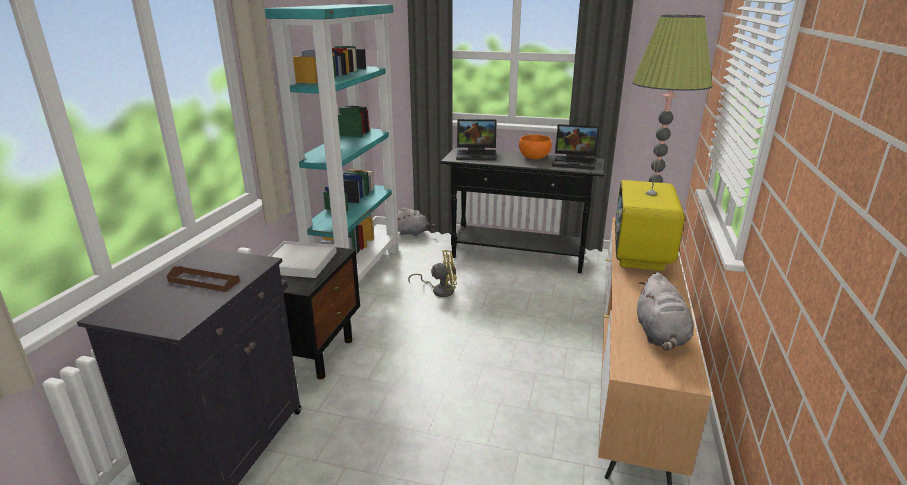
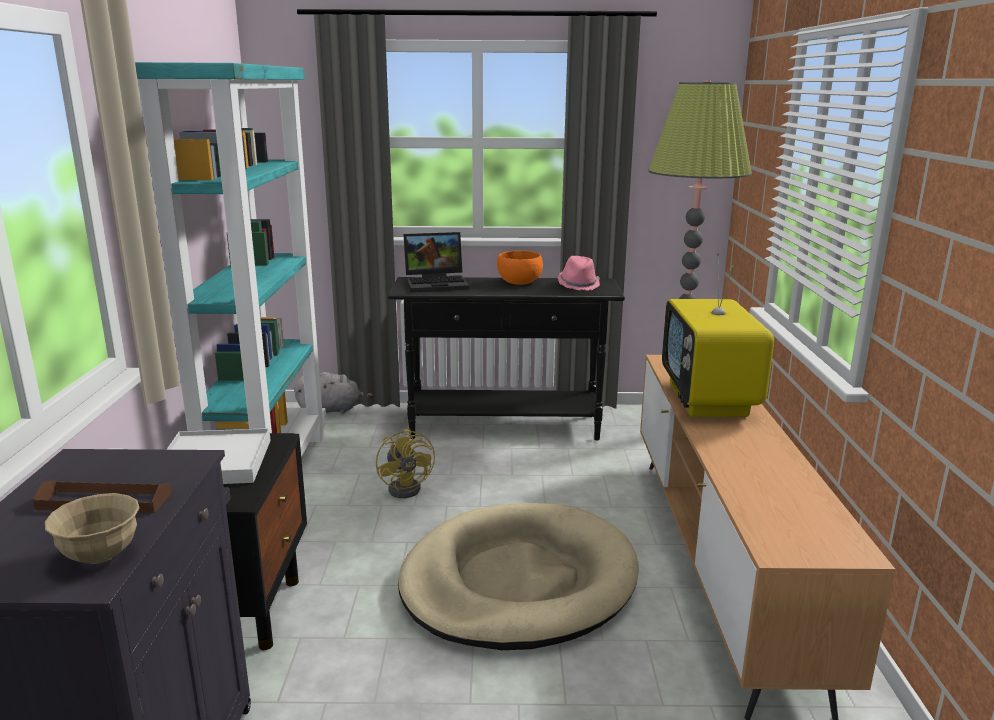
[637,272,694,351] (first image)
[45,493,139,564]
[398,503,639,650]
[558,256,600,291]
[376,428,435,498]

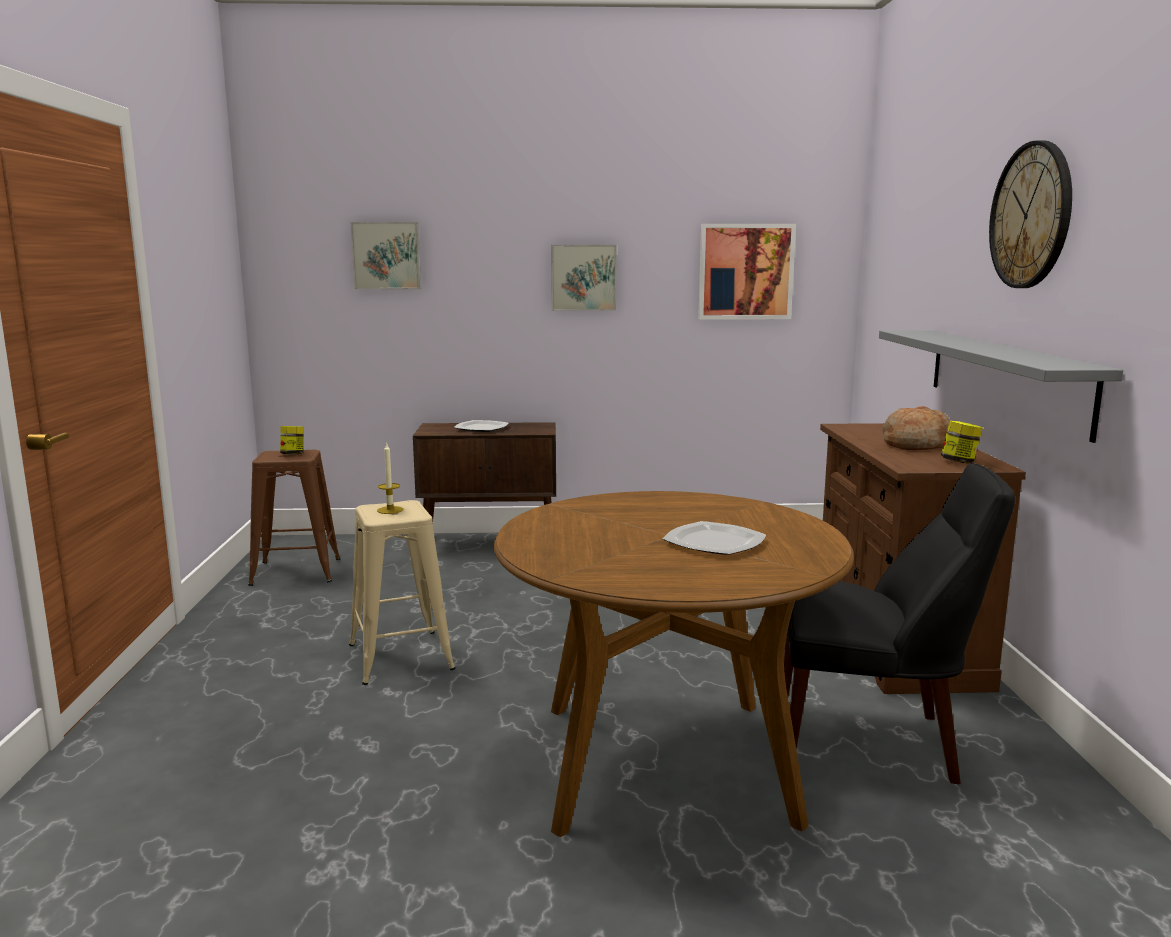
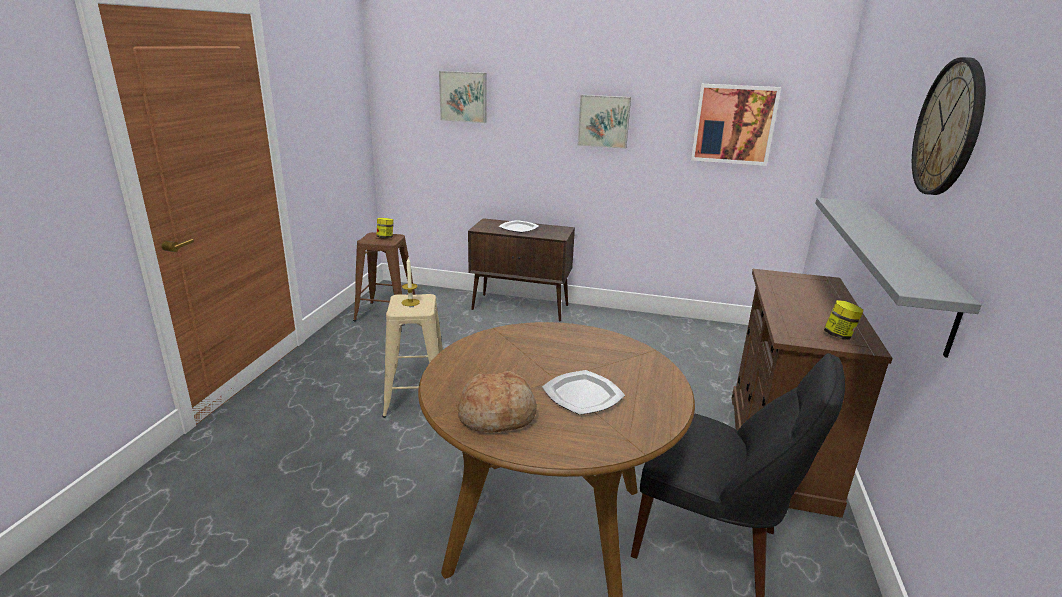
[457,371,537,433]

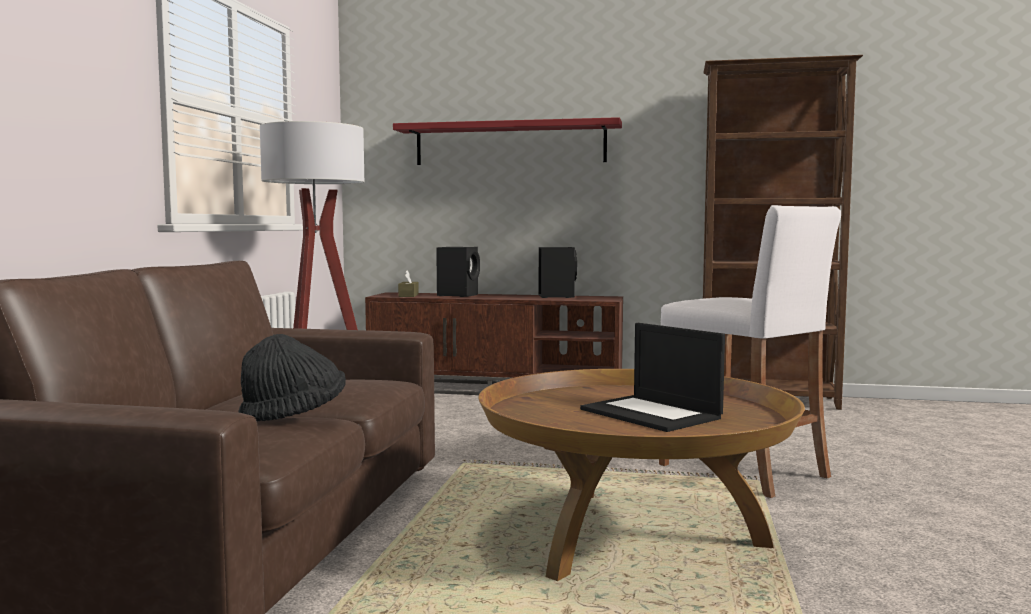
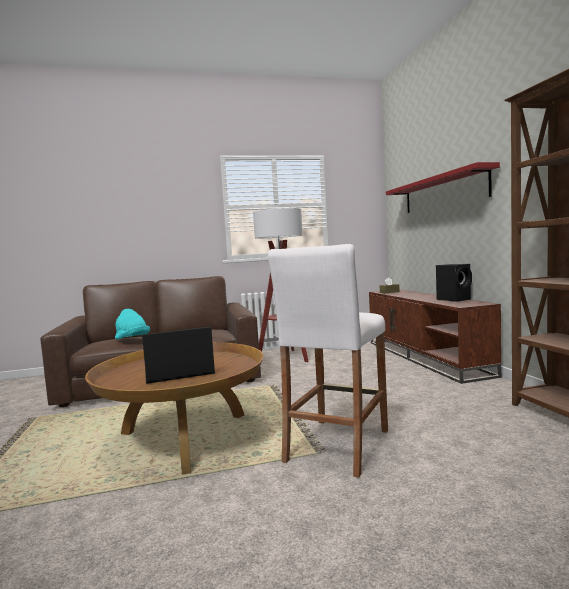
[436,247,480,297] (first image)
[115,309,150,340]
[142,327,215,384]

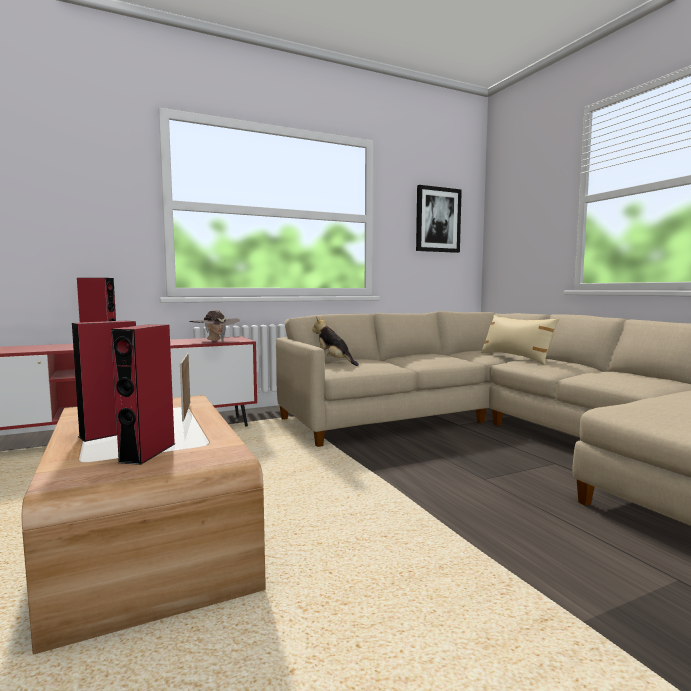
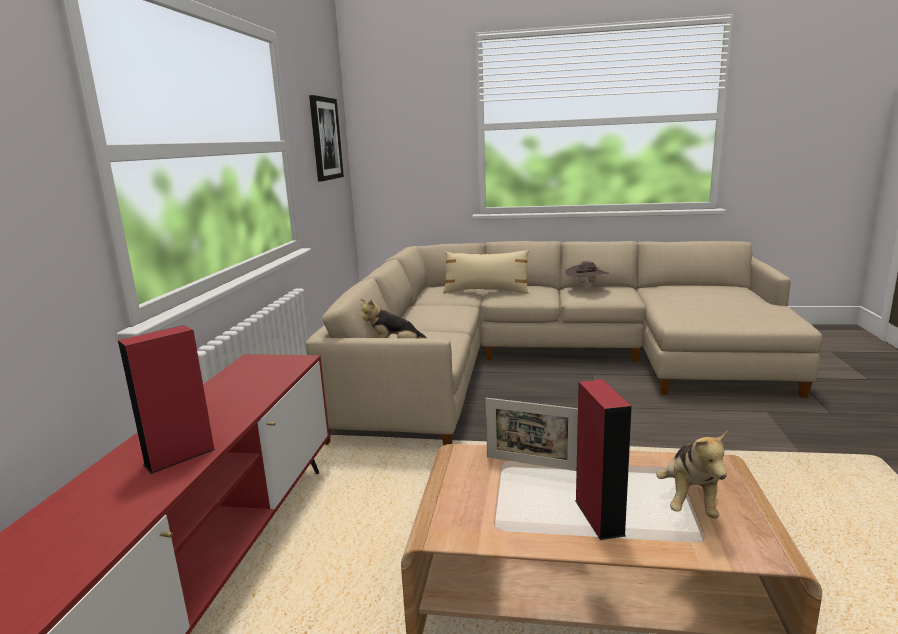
[565,261,609,289]
[656,431,727,518]

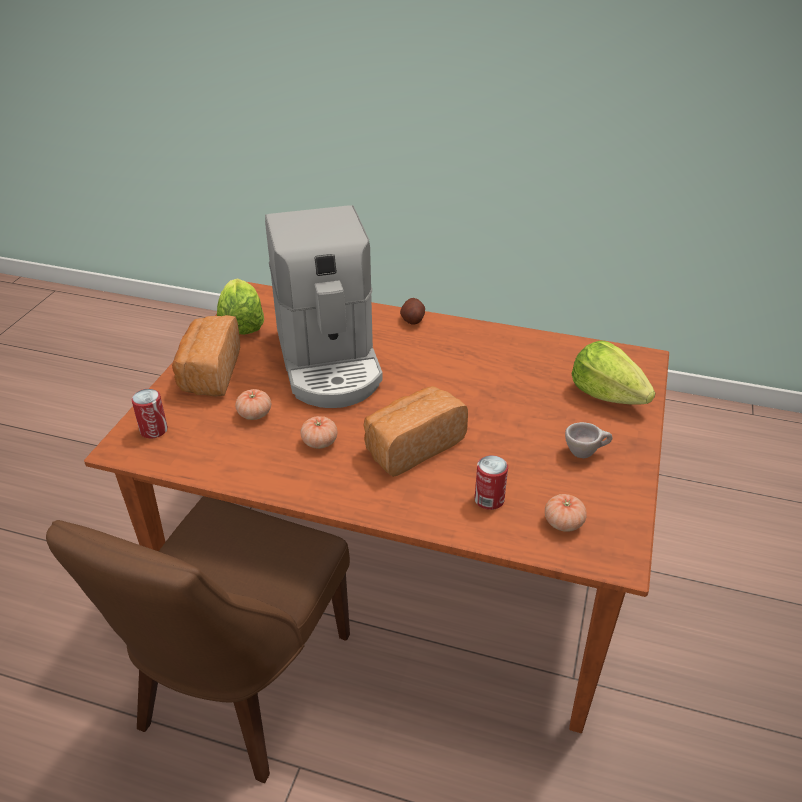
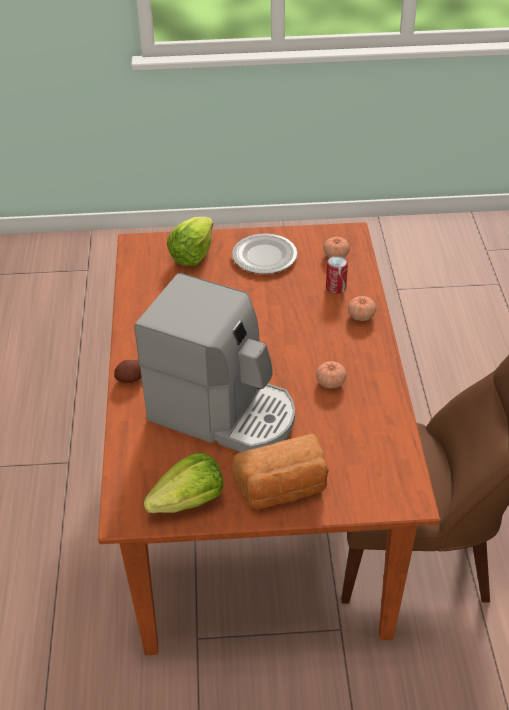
[131,389,168,438] (first image)
[363,386,468,477] (first image)
[348,296,376,321]
[232,233,298,274]
[135,273,295,452]

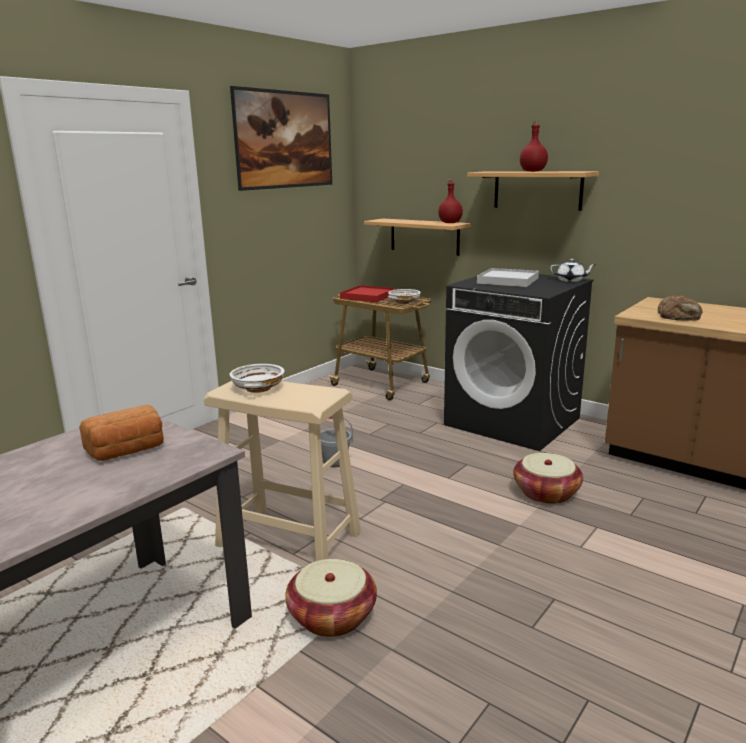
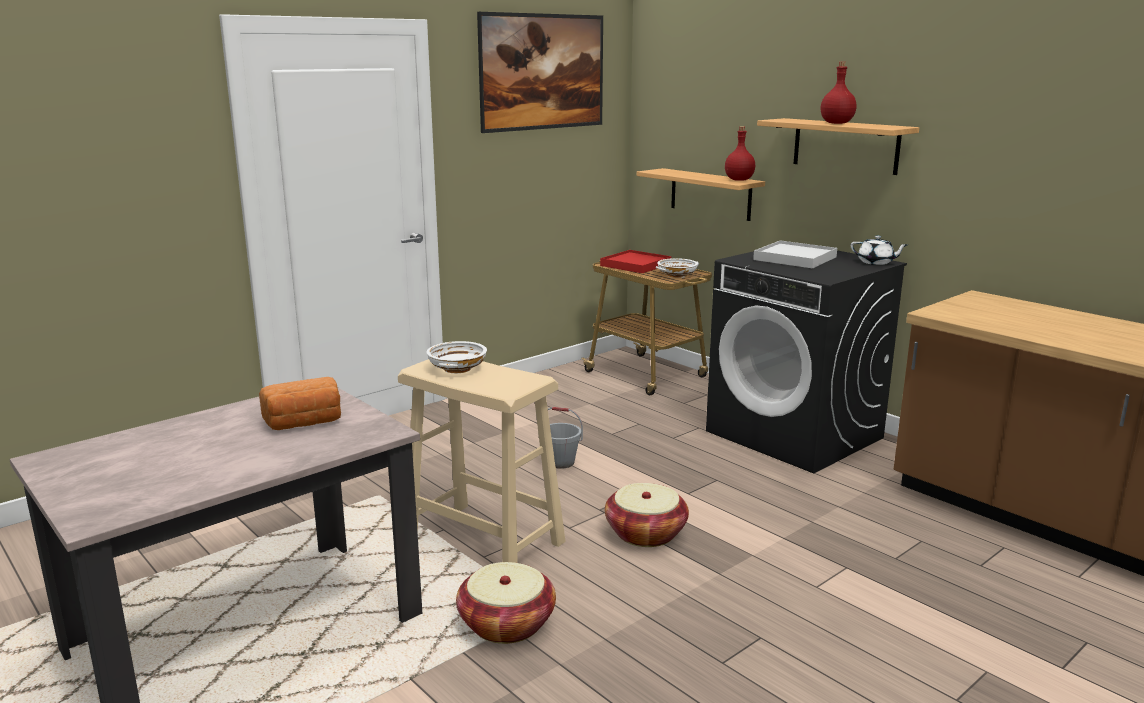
[658,294,703,321] (first image)
[605,483,689,547]

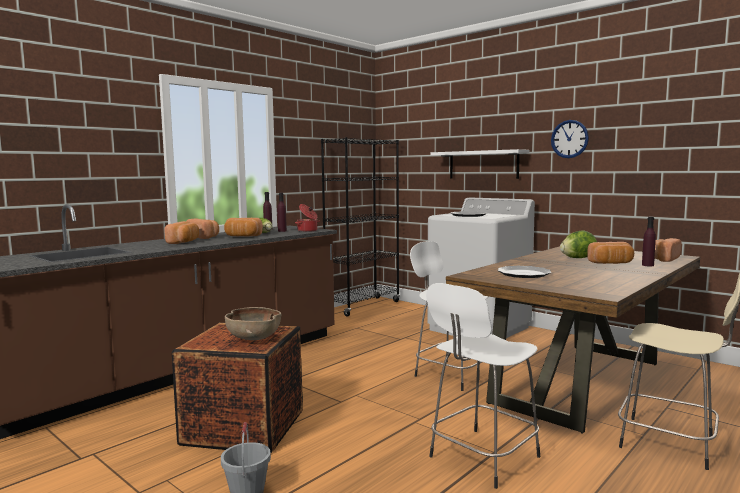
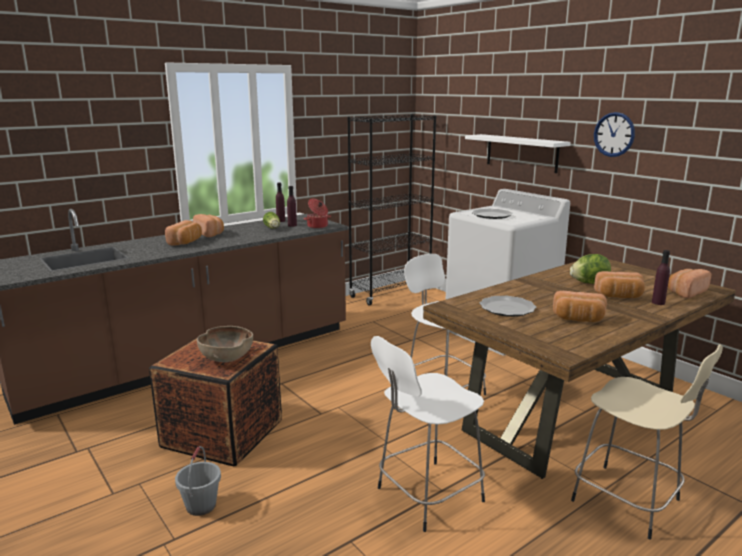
[553,291,607,322]

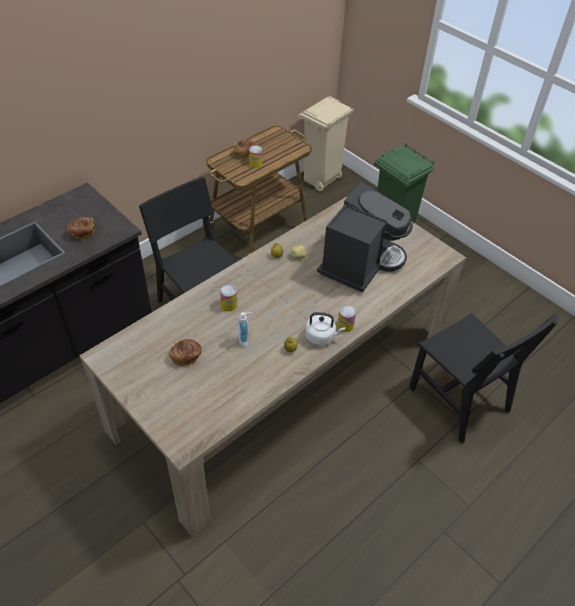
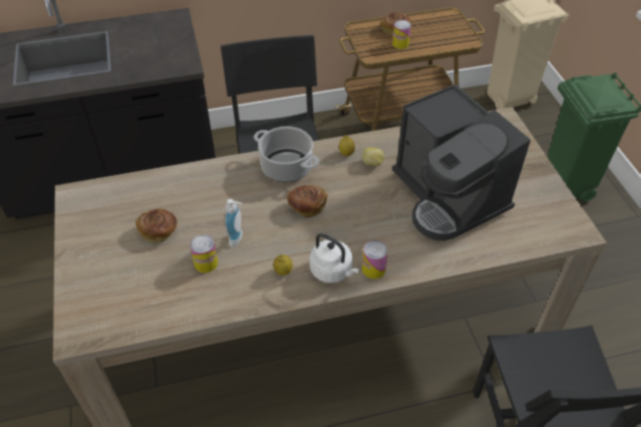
[254,127,319,182]
[287,185,328,218]
[190,234,218,273]
[392,84,531,241]

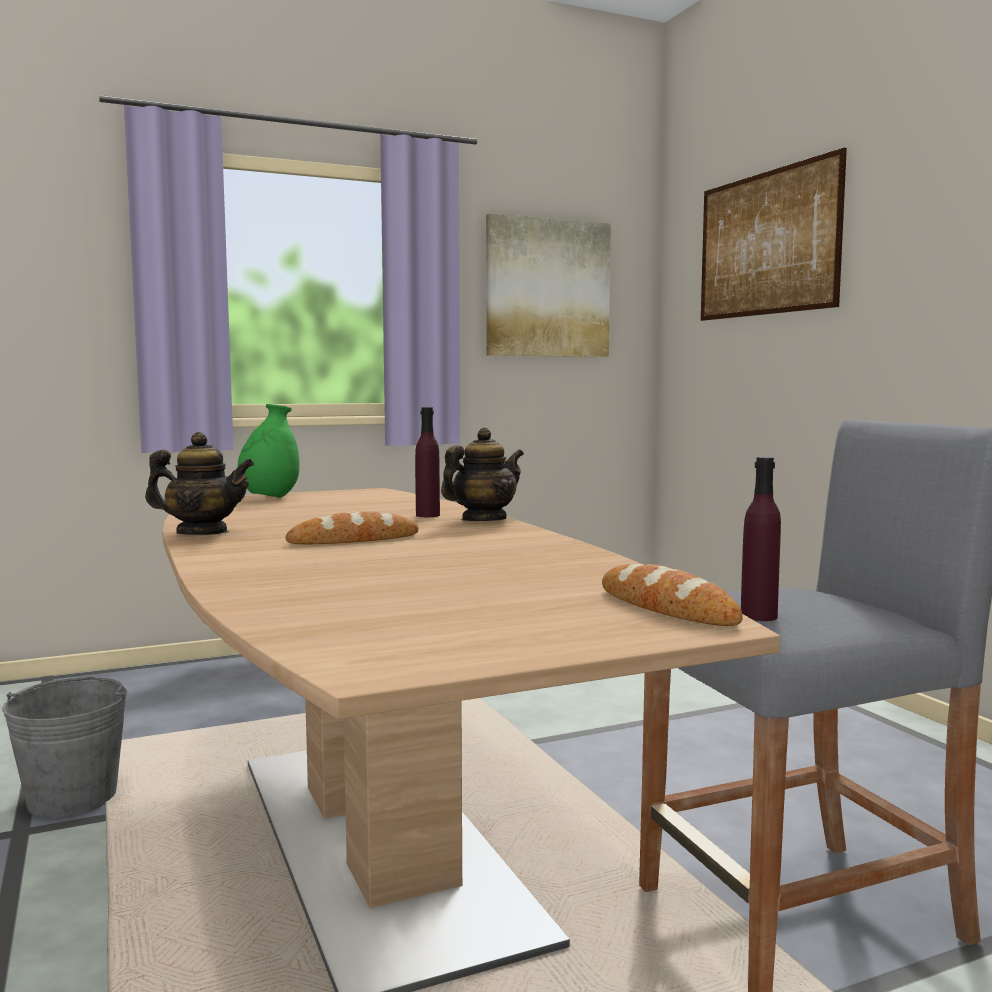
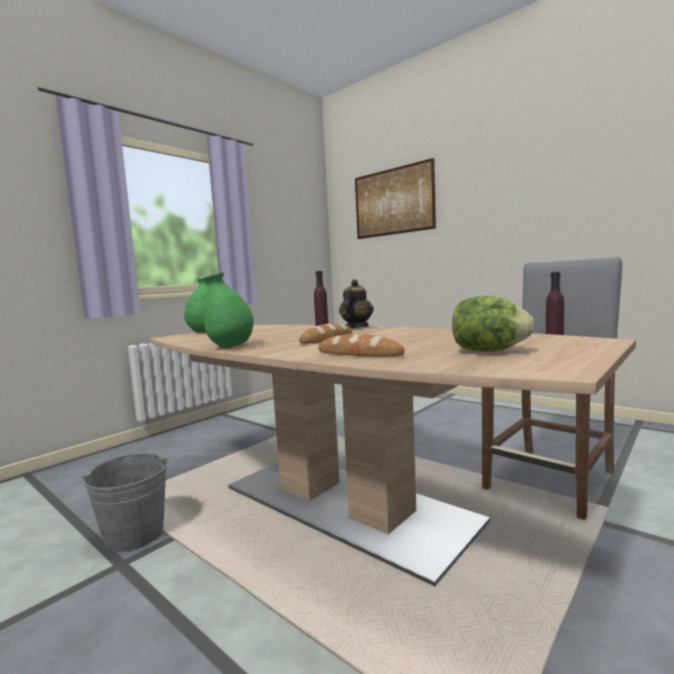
[486,214,611,357] (first image)
[452,296,535,352]
[318,334,405,357]
[204,272,254,348]

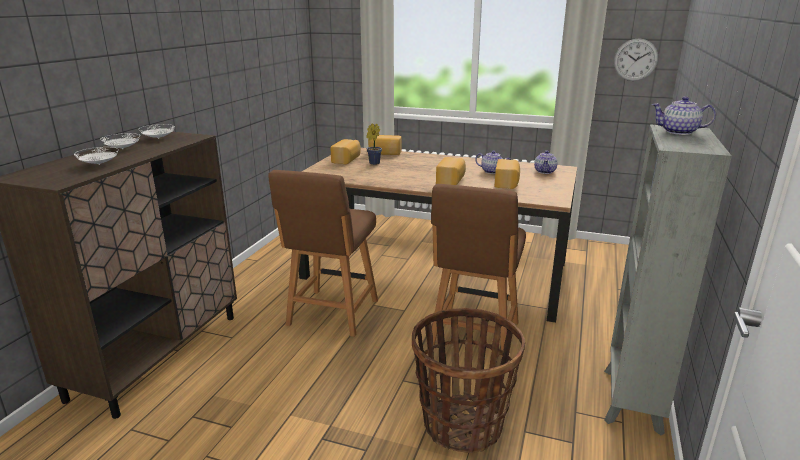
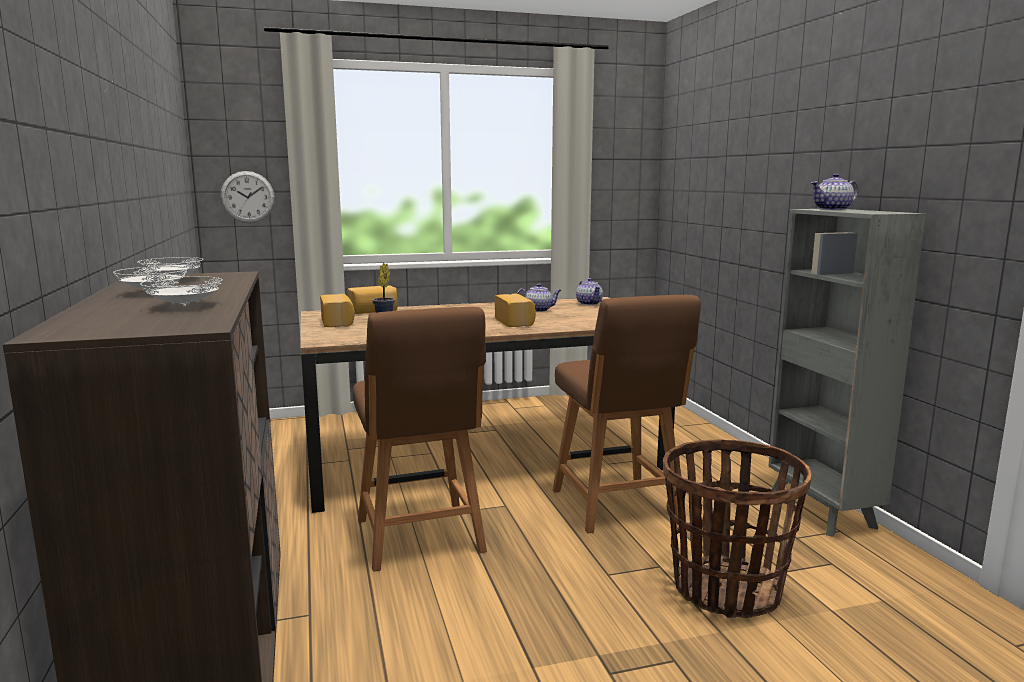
[494,159,520,189] (first image)
[220,171,275,223]

